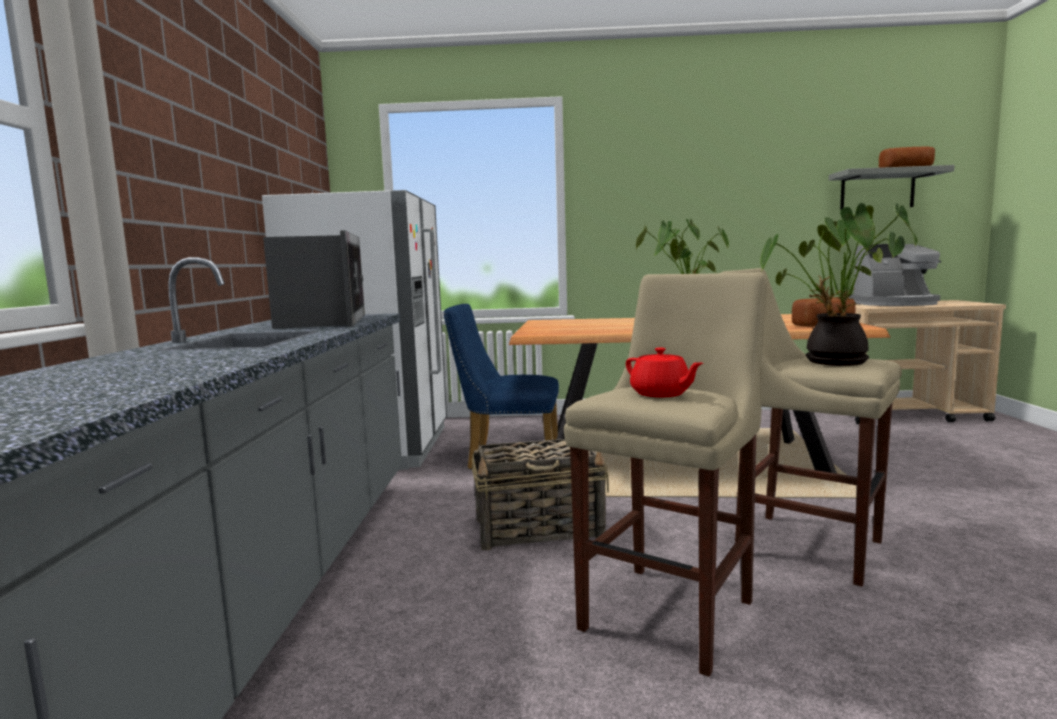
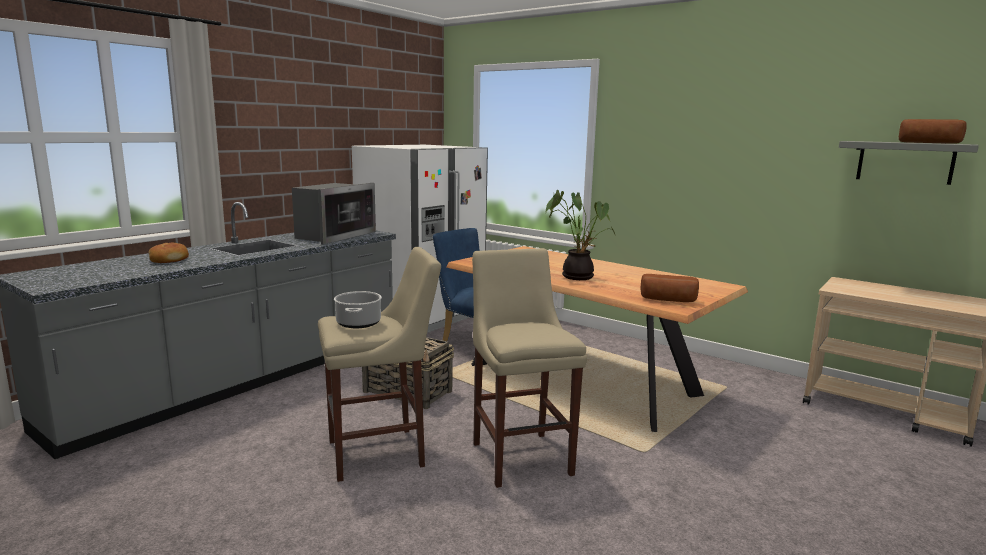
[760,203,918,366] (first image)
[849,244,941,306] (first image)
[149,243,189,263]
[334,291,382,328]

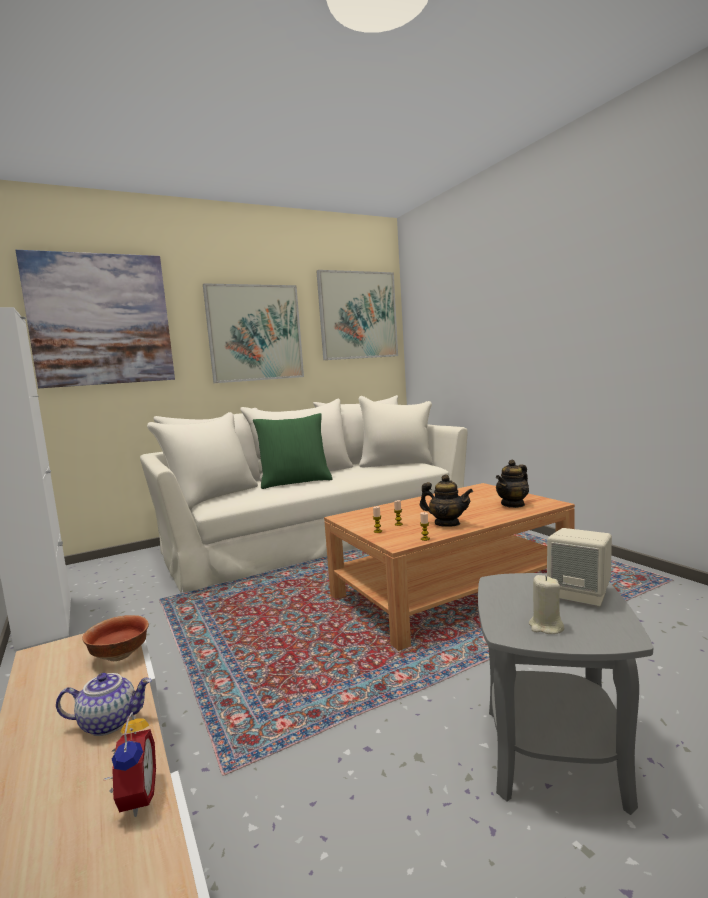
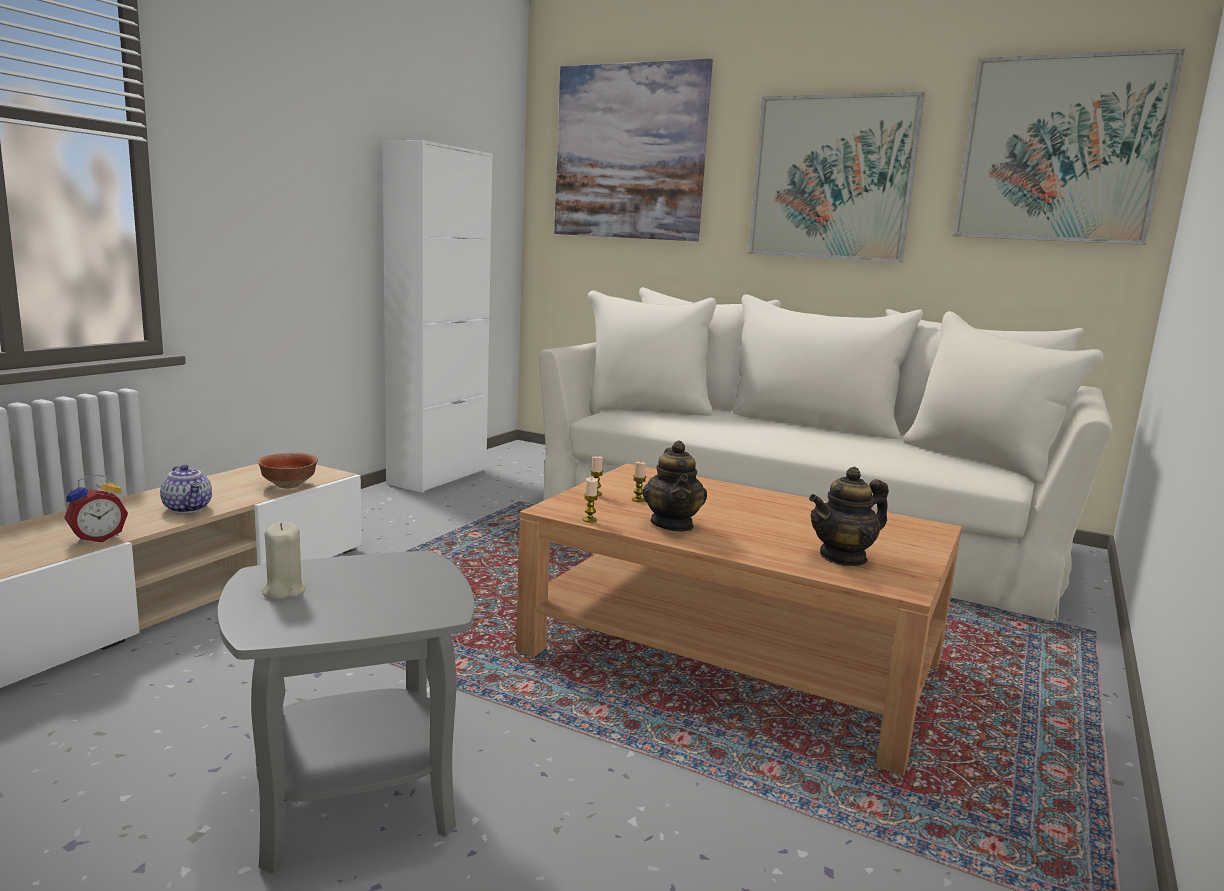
[253,413,332,489] (first image)
[547,528,612,607] (first image)
[809,467,889,566]

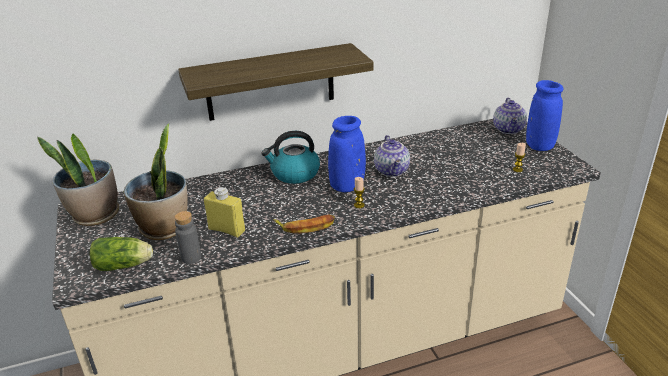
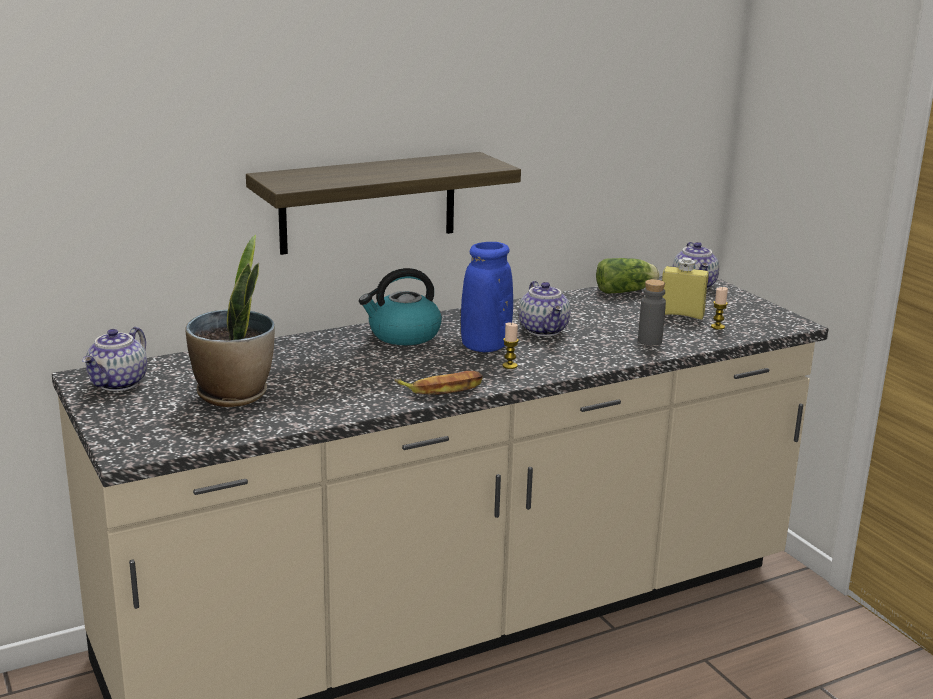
[526,80,564,151] (first image)
[596,258,659,294]
[638,279,666,345]
[662,258,709,319]
[82,327,147,391]

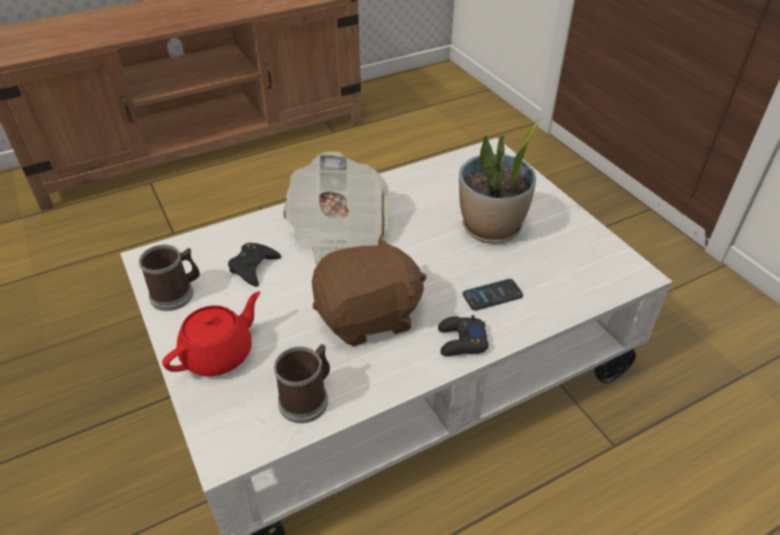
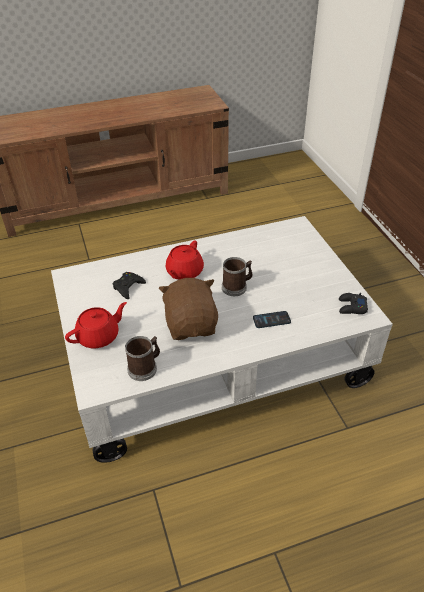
[459,119,542,244] (first image)
[222,257,252,296]
[339,293,368,314]
[166,240,204,279]
[159,278,218,340]

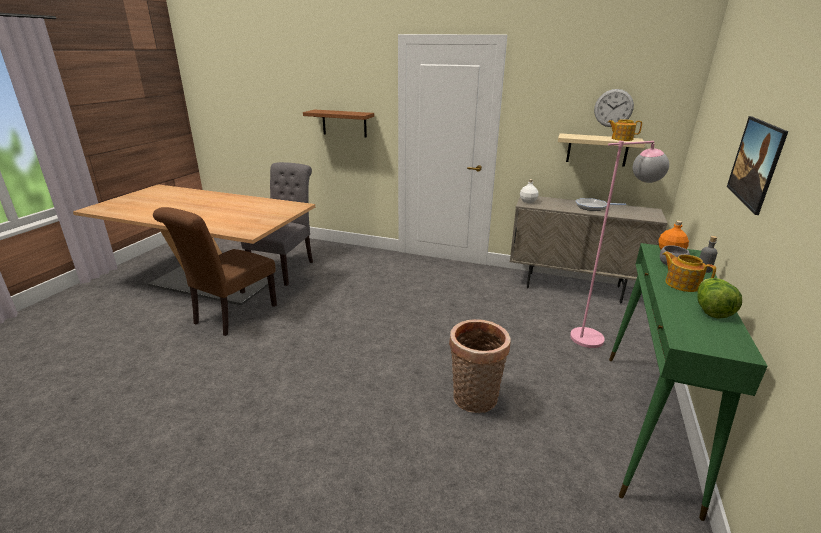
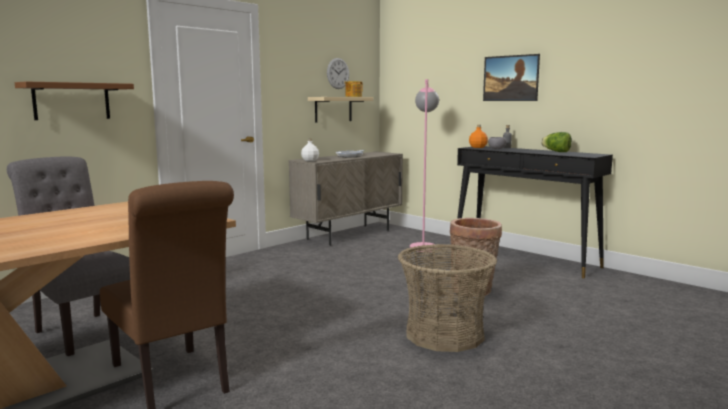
[662,252,716,292] (first image)
[398,244,497,352]
[457,146,613,278]

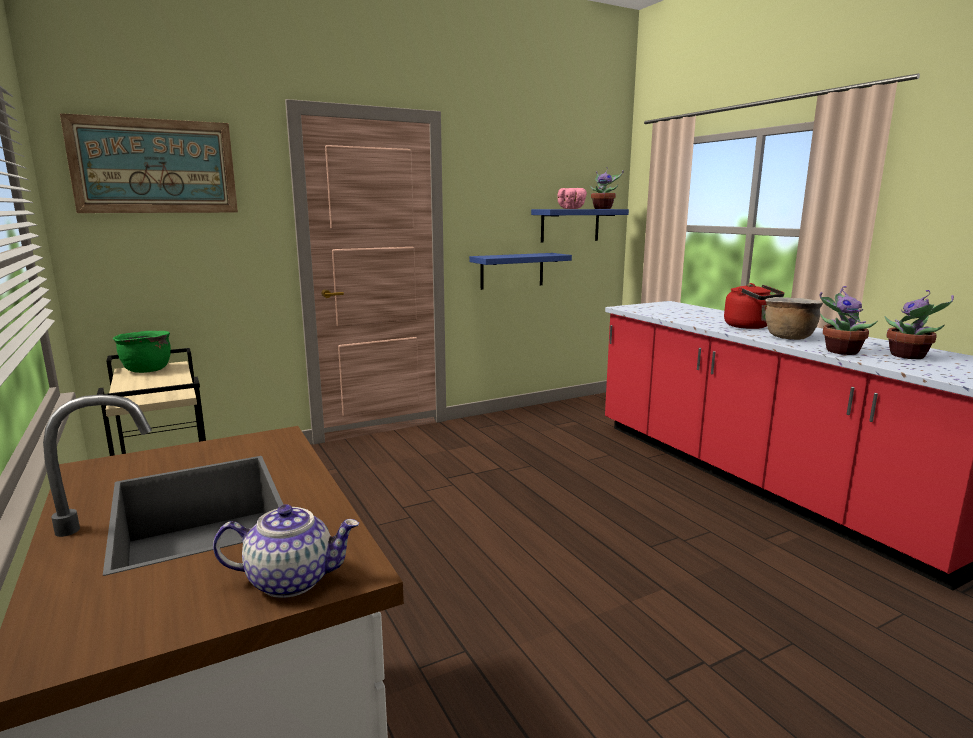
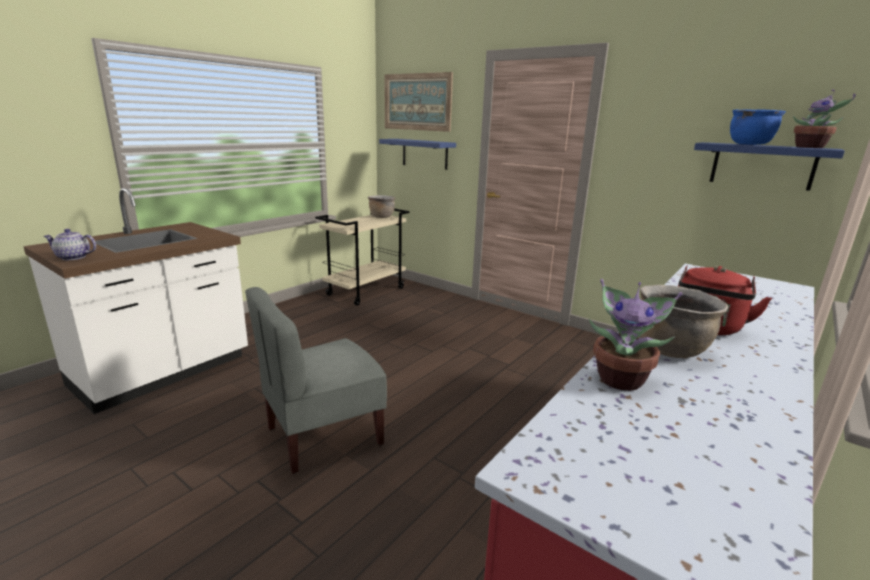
[884,290,954,359] (first image)
[245,287,387,474]
[379,139,456,170]
[730,109,786,145]
[368,195,395,218]
[44,229,96,260]

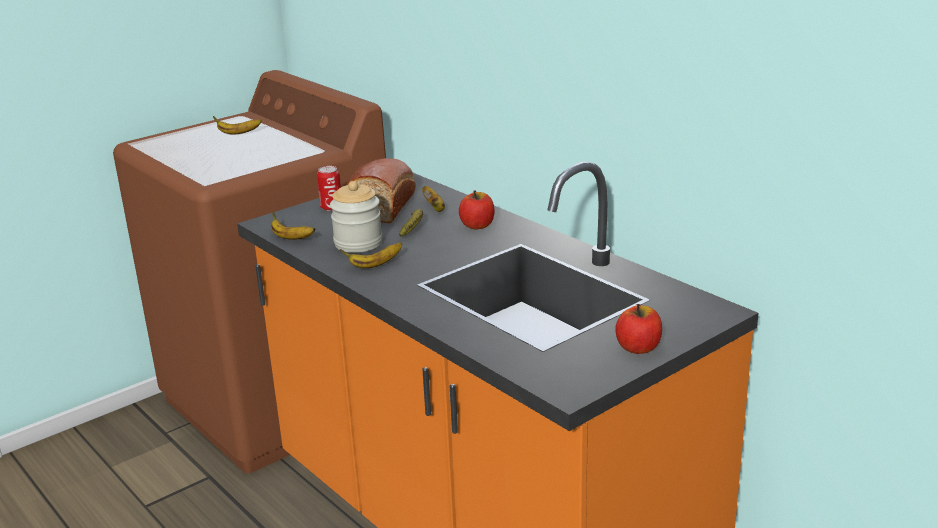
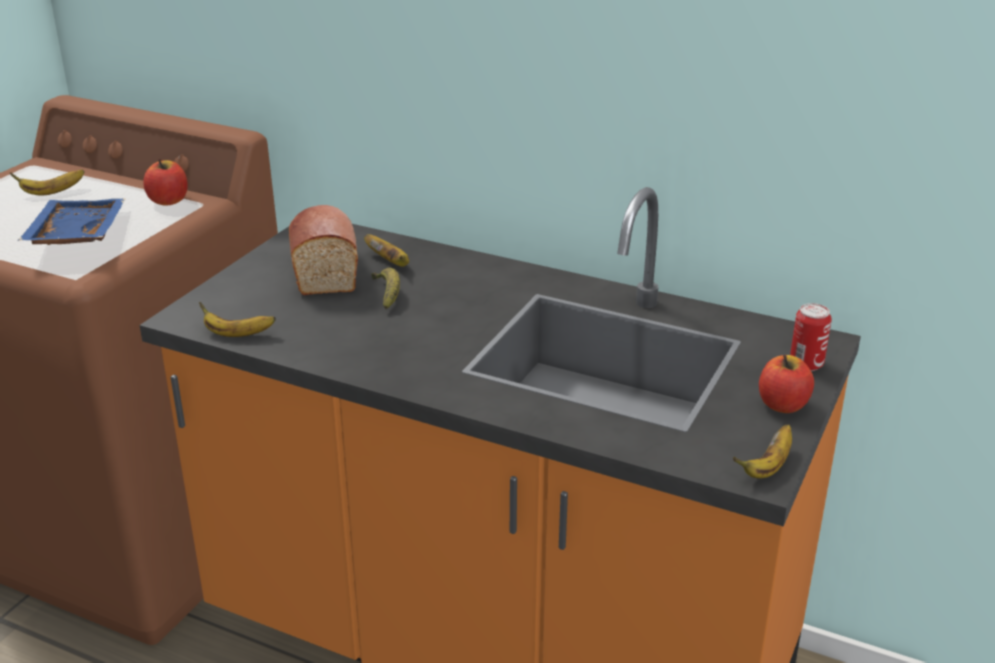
[330,181,382,253] (first image)
[18,199,125,245]
[790,303,832,371]
[733,424,792,478]
[143,159,188,206]

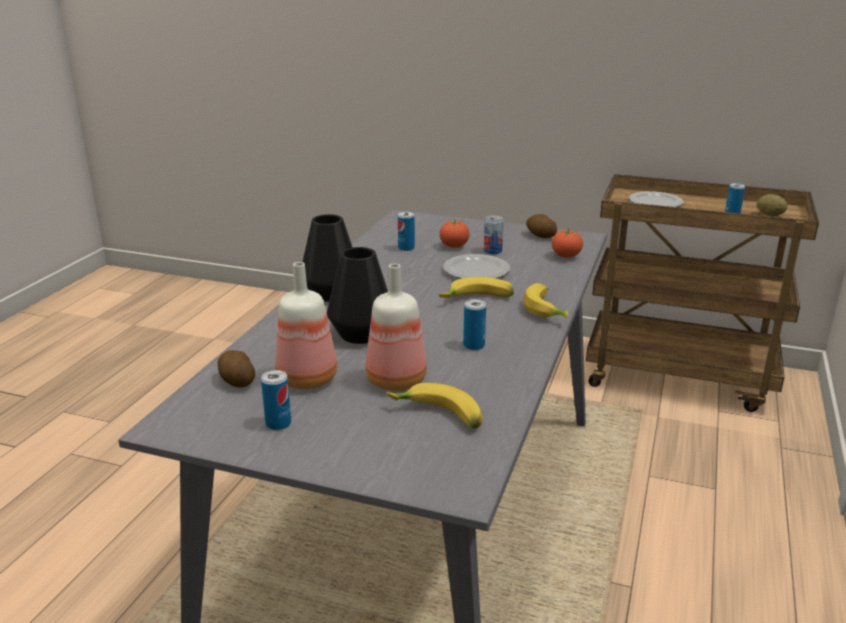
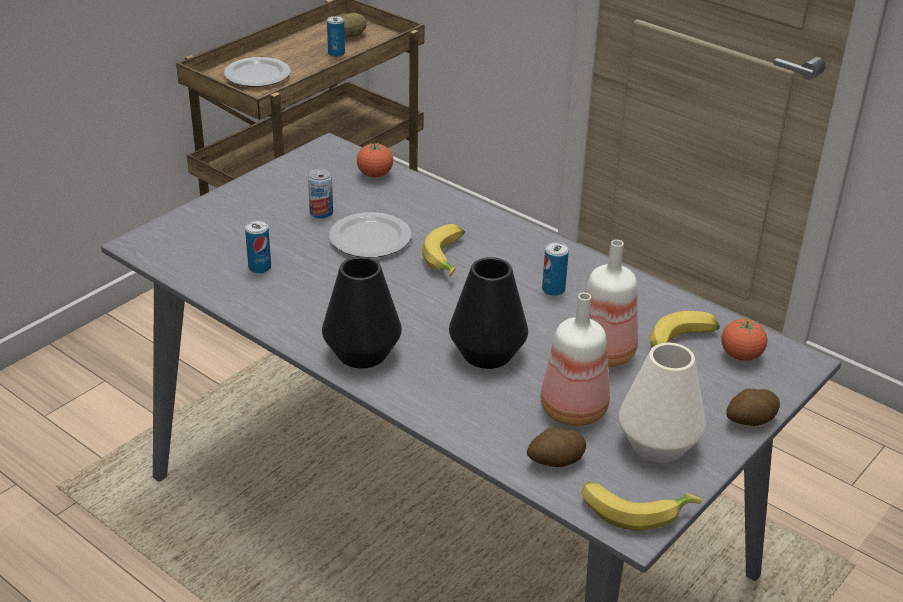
[722,317,767,361]
[582,482,702,530]
[727,389,780,426]
[619,343,706,463]

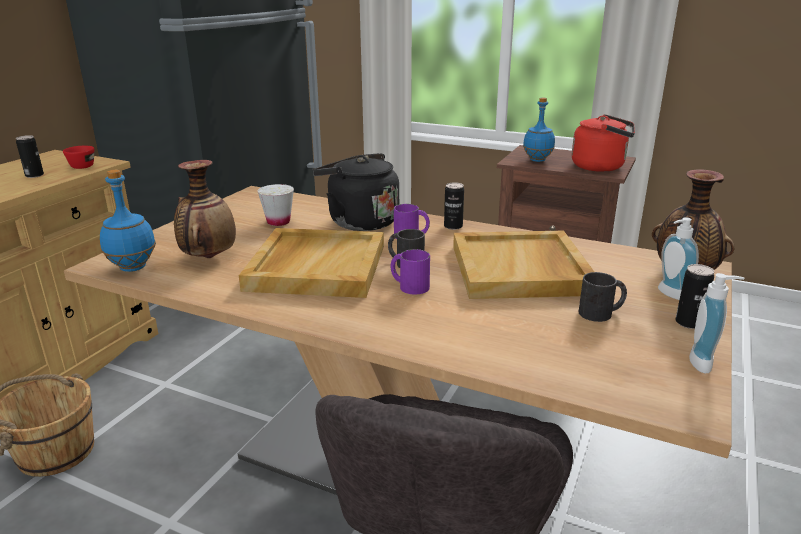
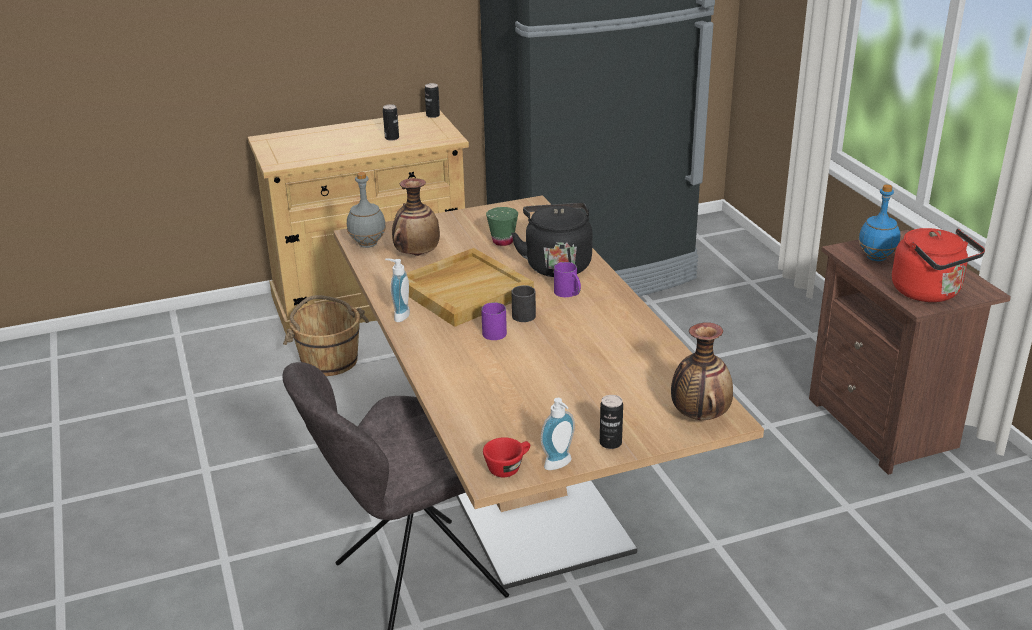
[453,230,594,299] (first image)
[579,272,627,322] (first image)
[483,437,530,477]
[425,83,440,118]
[385,259,410,322]
[347,172,386,248]
[486,207,518,246]

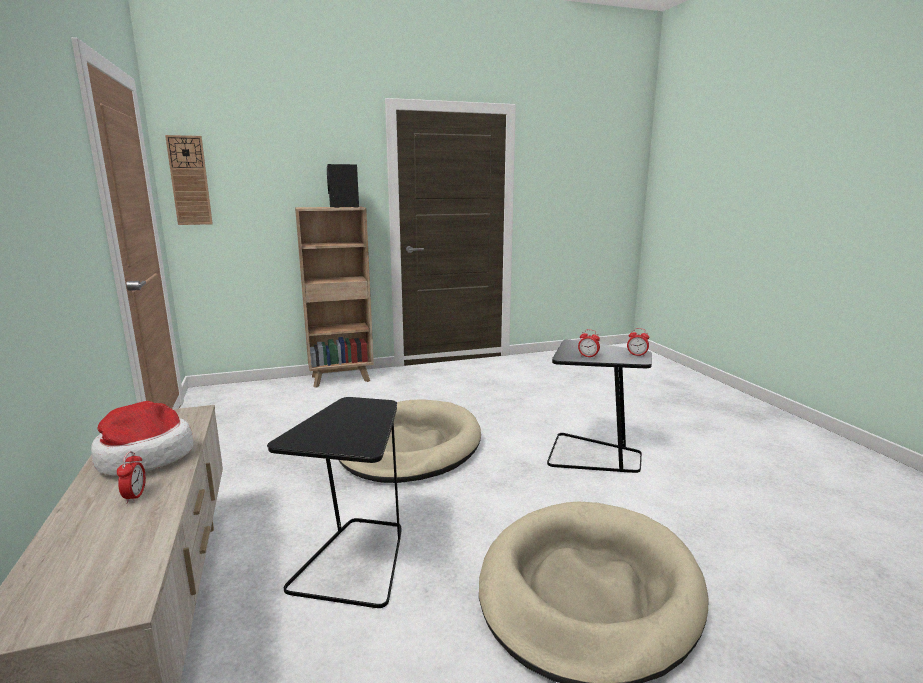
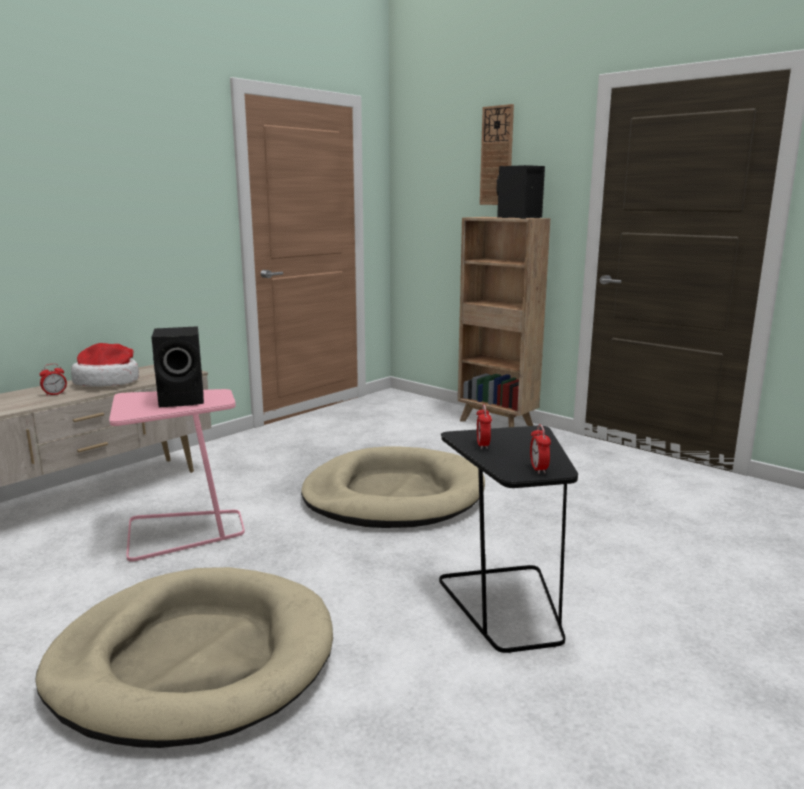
[151,326,204,407]
[480,104,514,205]
[109,389,245,562]

